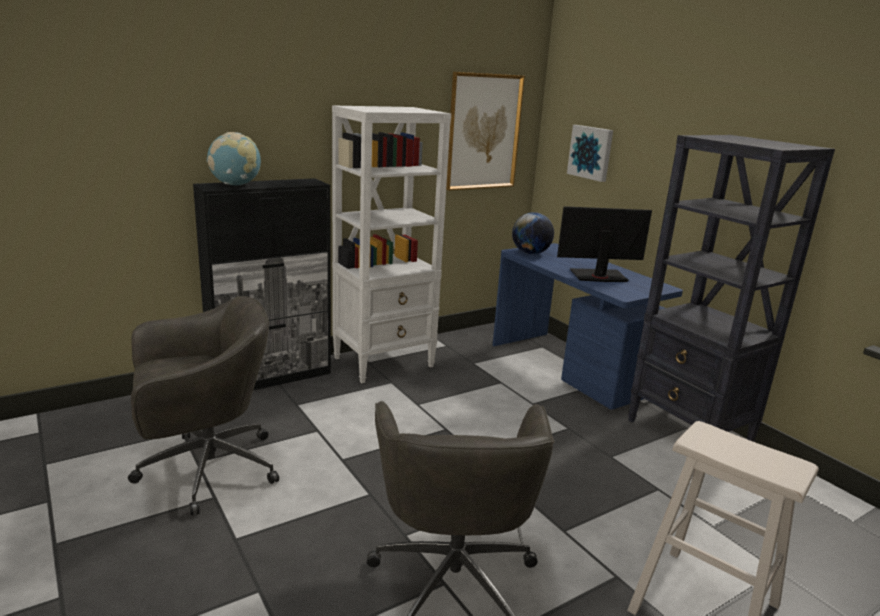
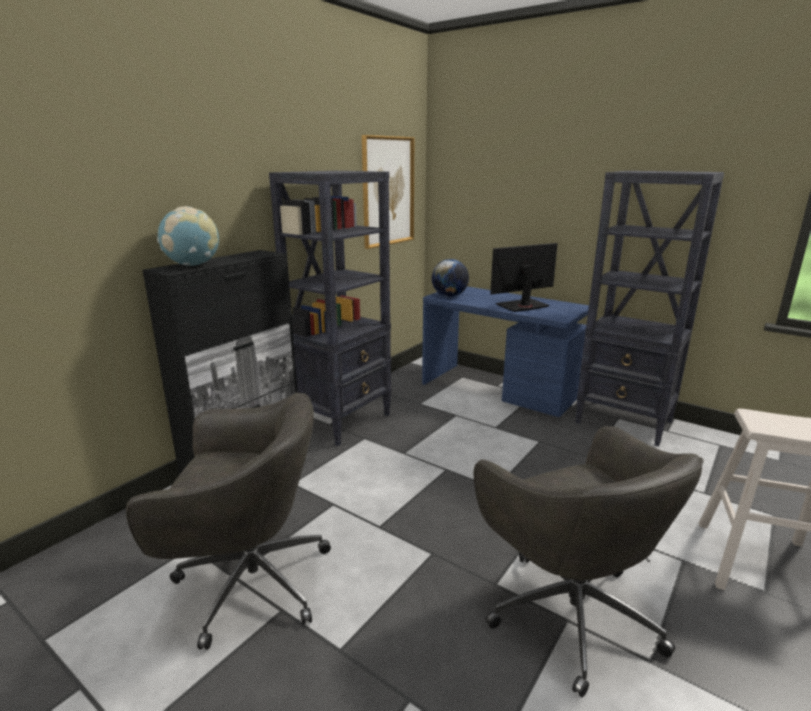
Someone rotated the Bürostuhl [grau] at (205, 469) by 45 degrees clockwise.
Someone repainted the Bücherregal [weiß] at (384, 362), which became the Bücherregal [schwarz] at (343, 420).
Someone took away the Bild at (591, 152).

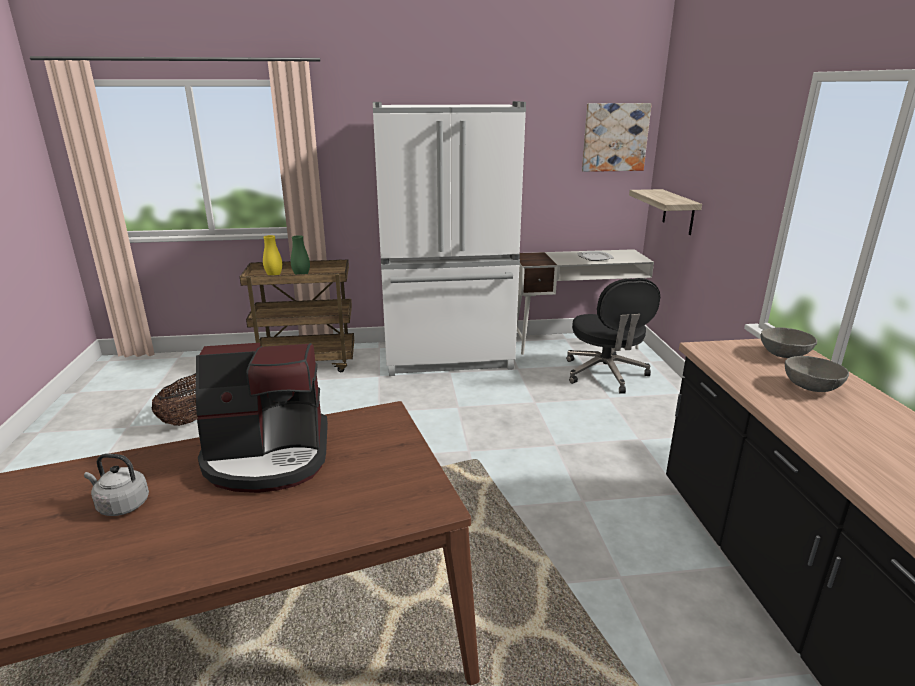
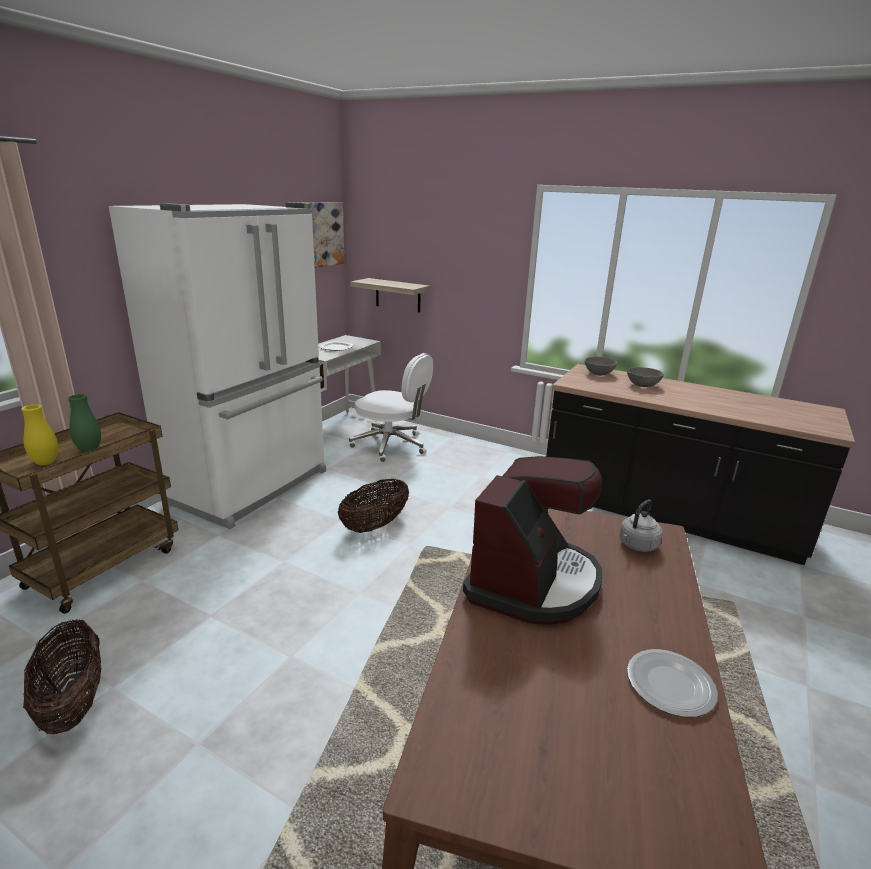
Someone put down the Korb at (375, 525).
Someone repainted the Bürostuhl [schwarz] at (605, 374), which became the Bürostuhl [weiß] at (391, 445).
Someone carried the Wasserkessel [grau] from (121, 505) to (637, 545).
Someone put down the Teller at (669, 684).

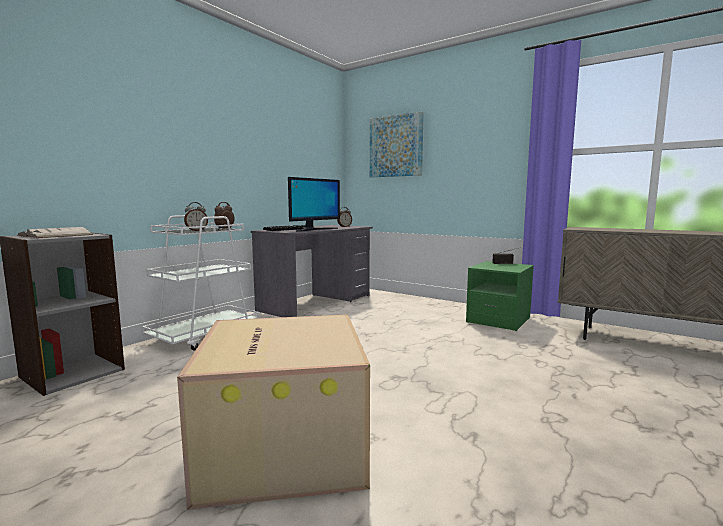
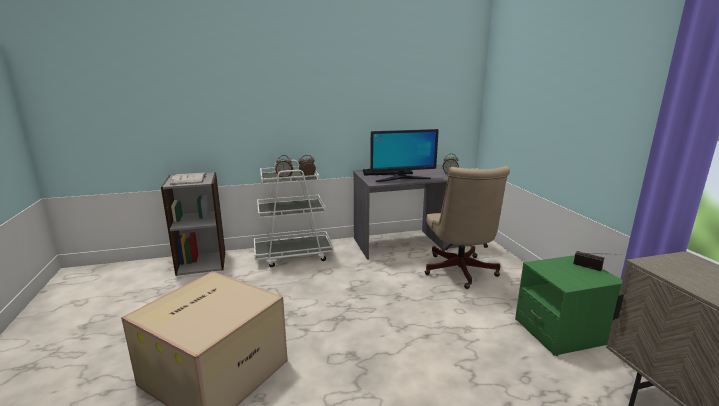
Someone put down the Bürostuhl [beige] at (460, 272).
Someone took away the Bild at (396, 146).

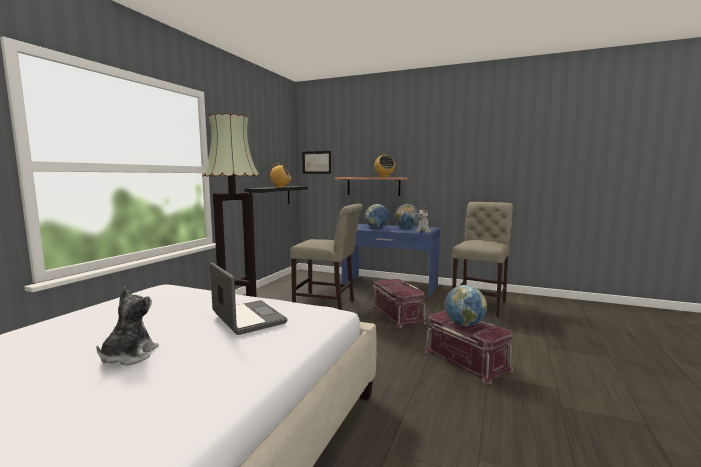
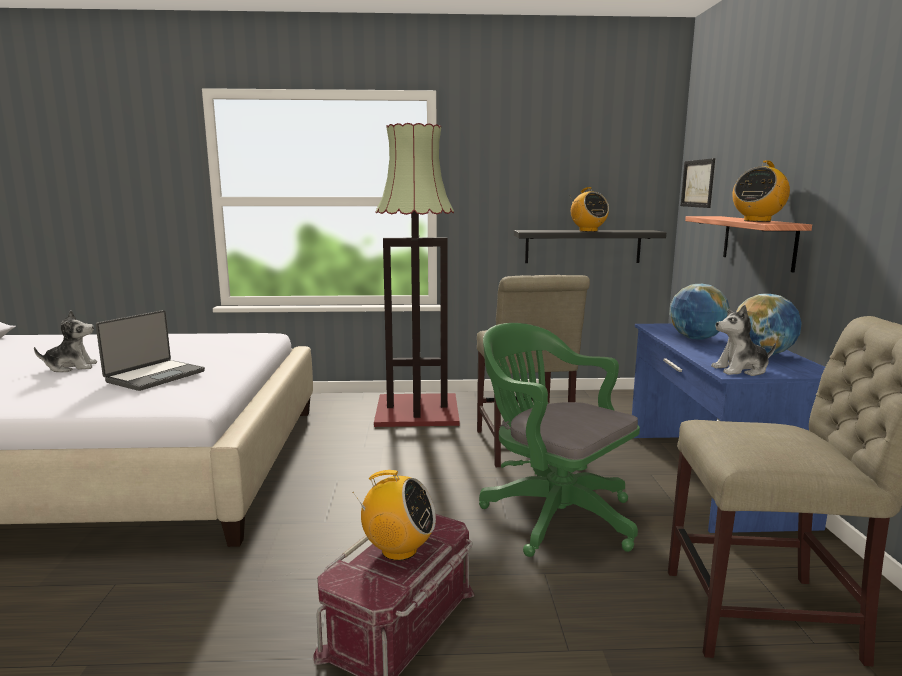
Someone swapped the Globus at (464, 324) for the Radio at (398, 550).
Someone swapped the Aufbewahrungsbox [rot] at (397, 314) for the Bürostuhl [grün] at (552, 514).

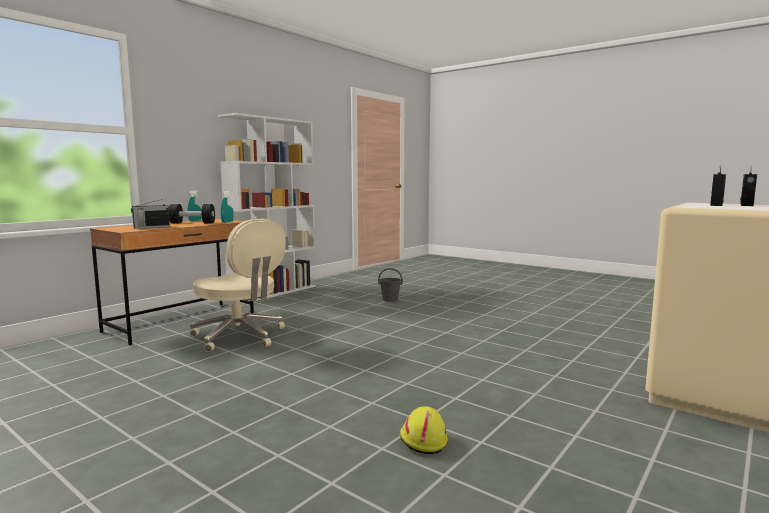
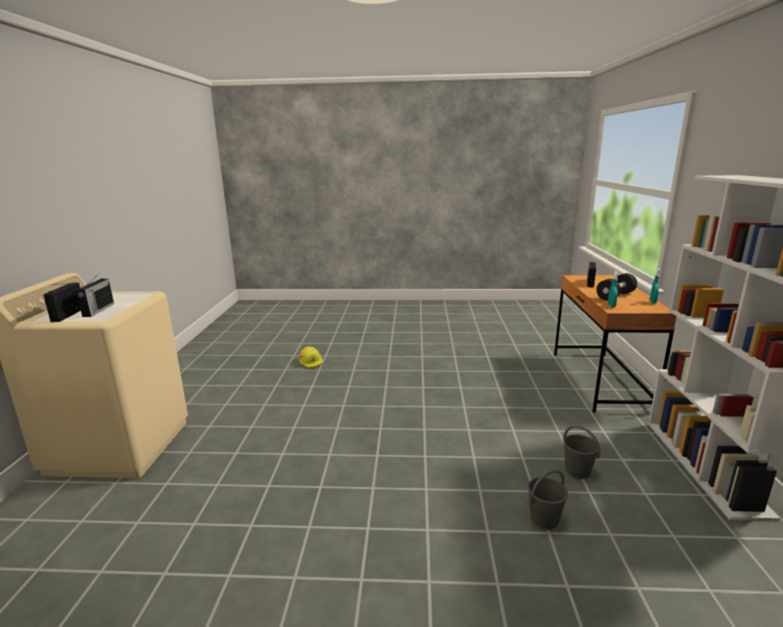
Someone put down the Eimer [grau] at (577, 470).
Someone took away the Bürostuhl [beige] at (240, 336).

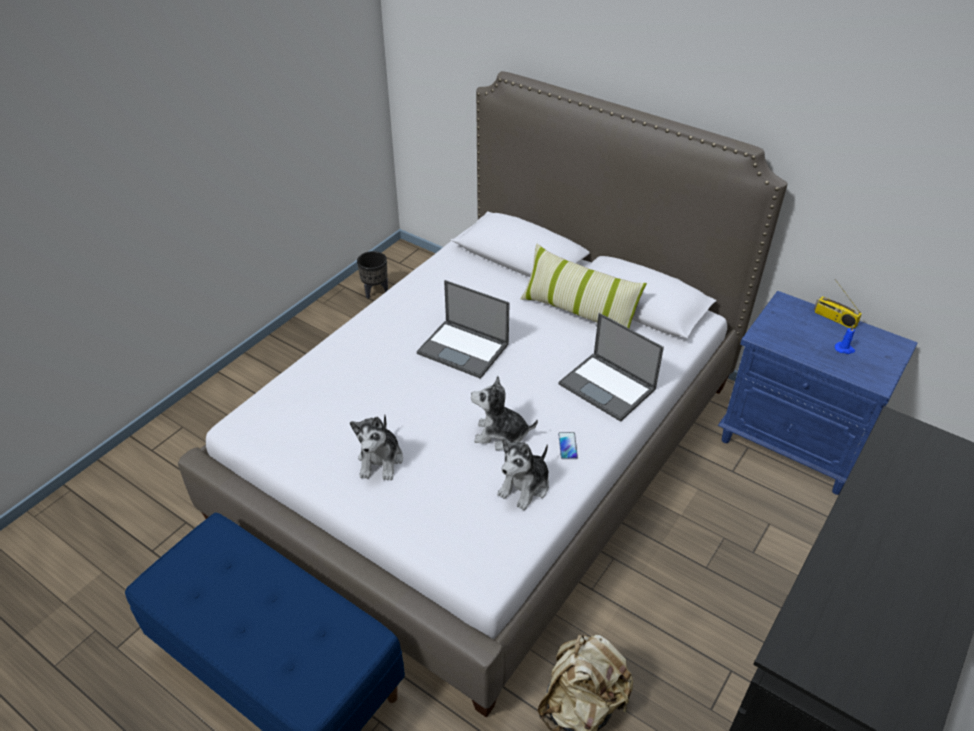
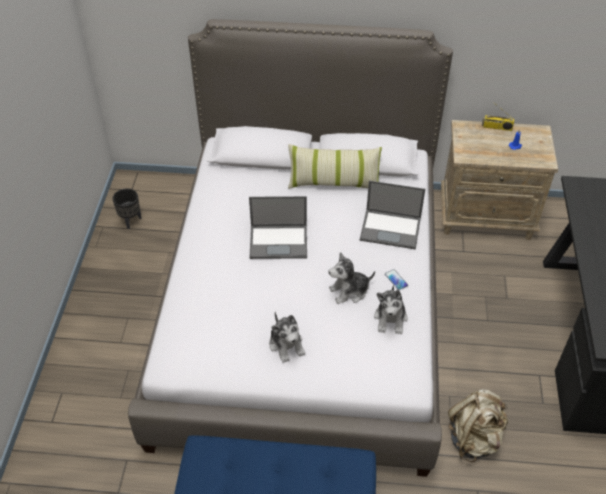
Someone repainted the Nachttisch [blau] at (794, 443), which became the Nachttisch [beige] at (486, 217).

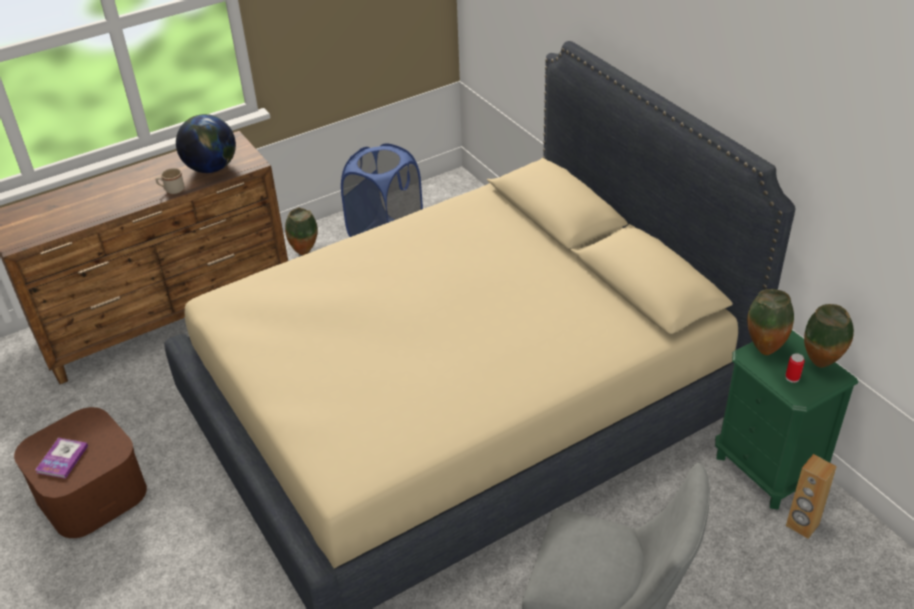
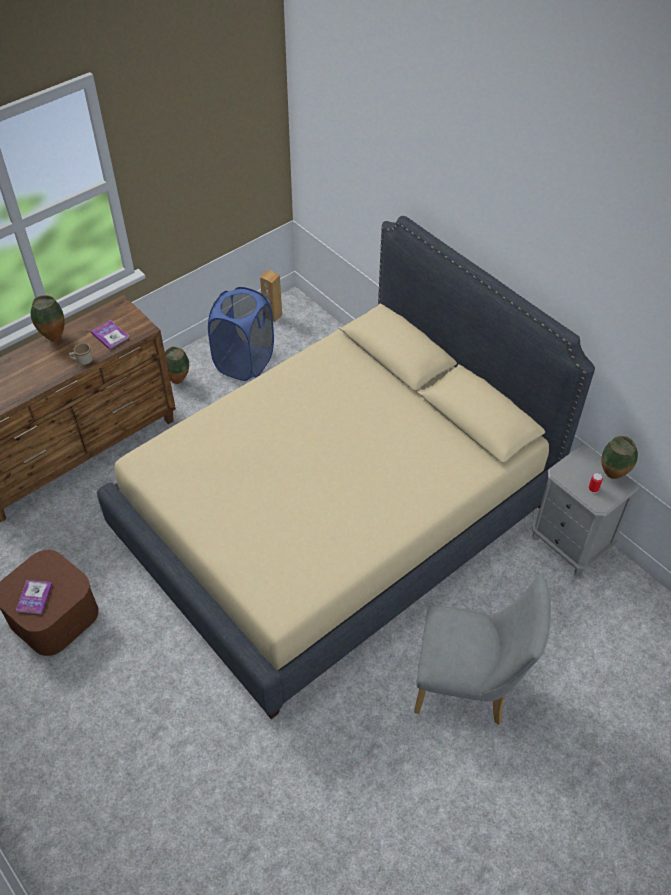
Someone carried the Vase from (763, 350) to (53, 338).
Someone swapped the Globus at (211, 168) for the Buch at (110, 335).
Someone carried the Lautsprecher [braun] from (802, 525) to (272, 316).
Someone repainted the Nachttisch [grün] at (767, 468), which became the Nachttisch [grau] at (570, 544).

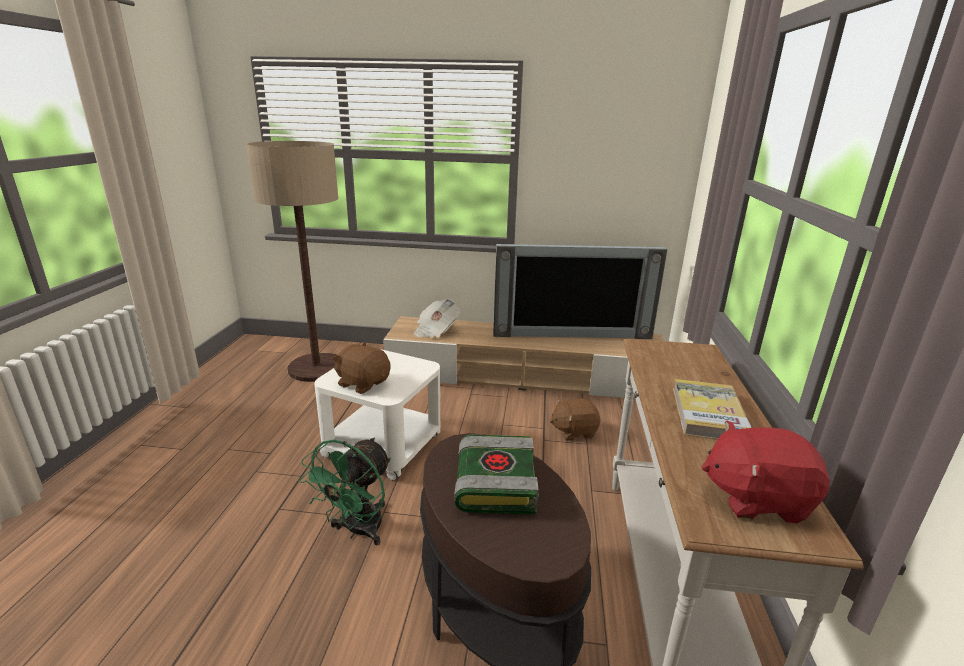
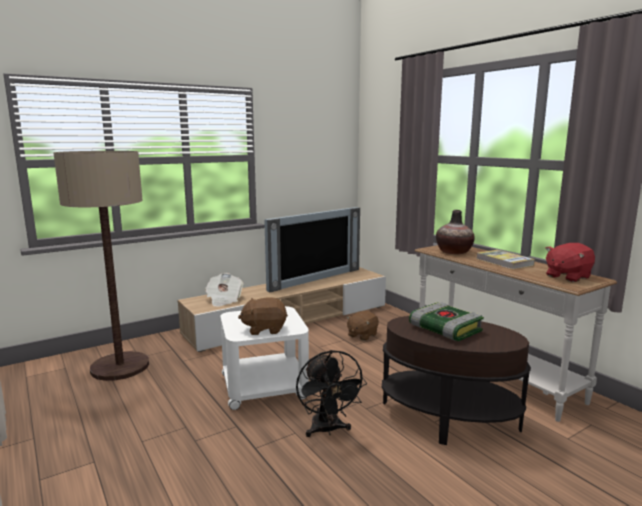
Someone repainted the Ventilator [grün] at (357, 531), which became the Ventilator [schwarz] at (327, 430).
Someone put down the Vase at (453, 252).

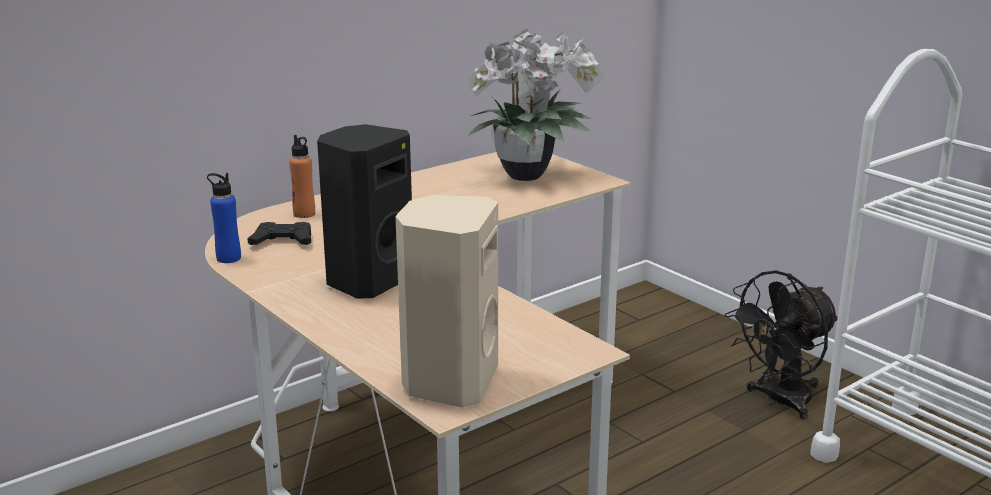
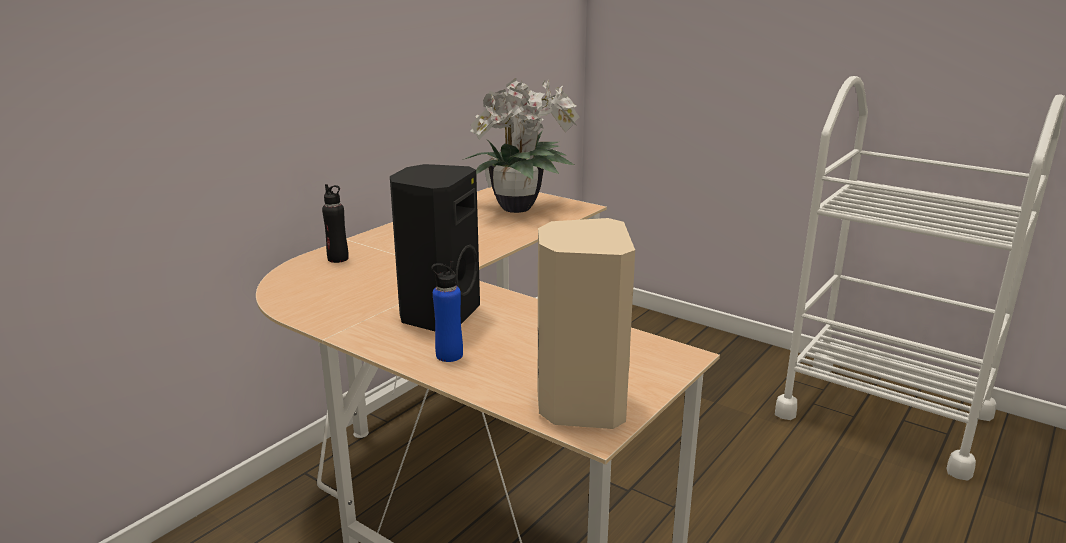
Someone repainted the Flasche [orange] at (304, 214), which became the Flasche [schwarz] at (338, 259).
Someone carried the Flasche [blau] from (228, 258) to (449, 355).
Someone took away the Gamepad [schwarz] at (283, 241).
Someone took away the Ventilator [schwarz] at (779, 401).

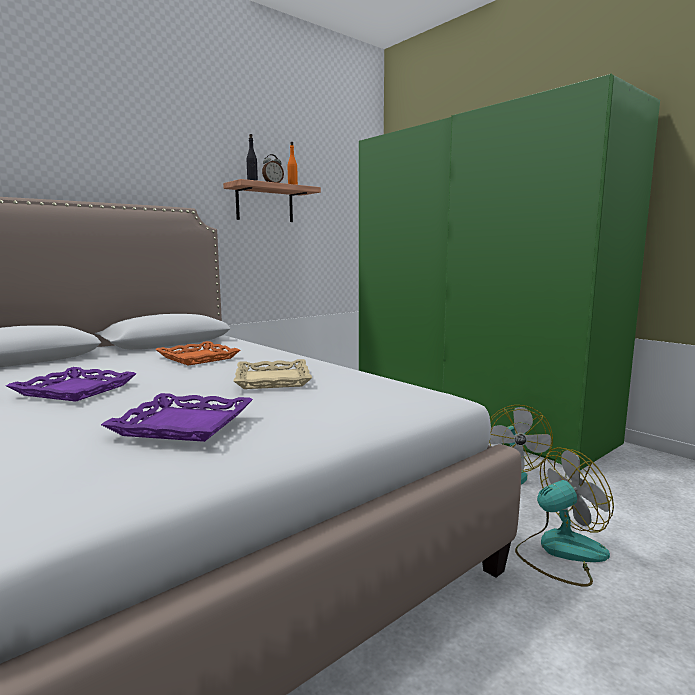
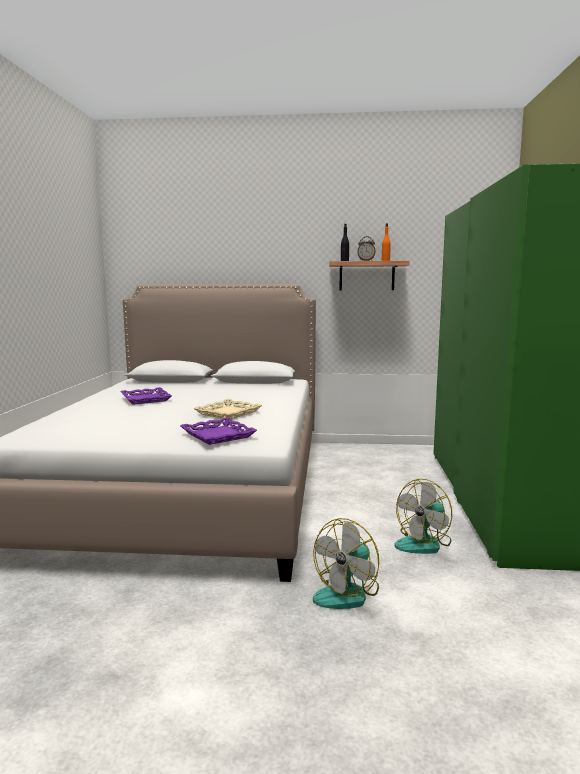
Someone carried the Tablett [lila] from (184, 424) to (218, 435).
Someone rotated the Ventilator at (560, 552) by 105 degrees clockwise.
Someone took away the Tablett [orange] at (198, 358).

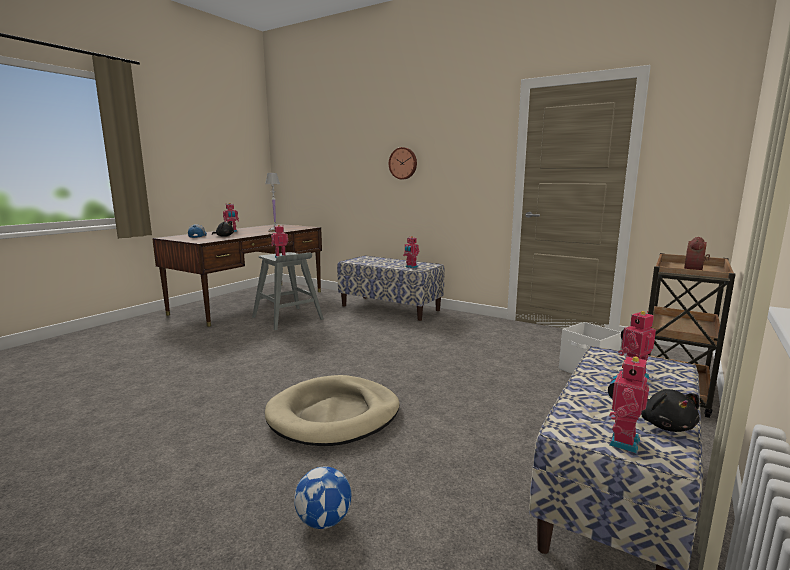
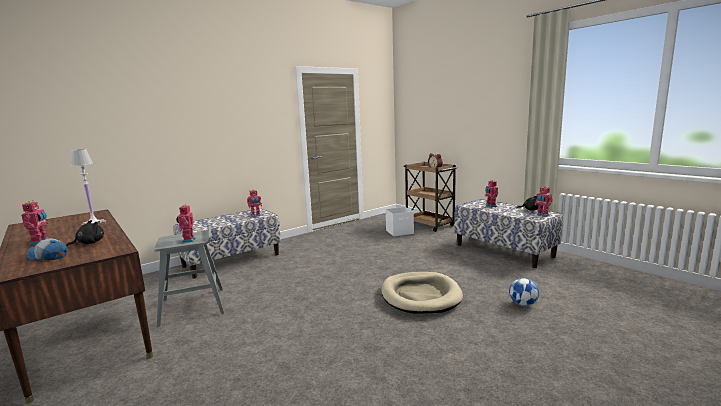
Someone took away the Wanduhr at (403, 163).

